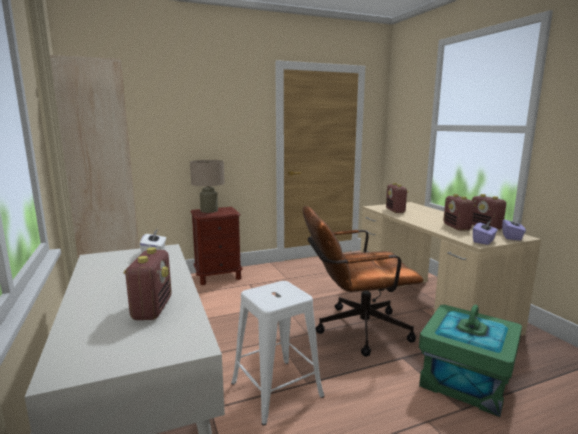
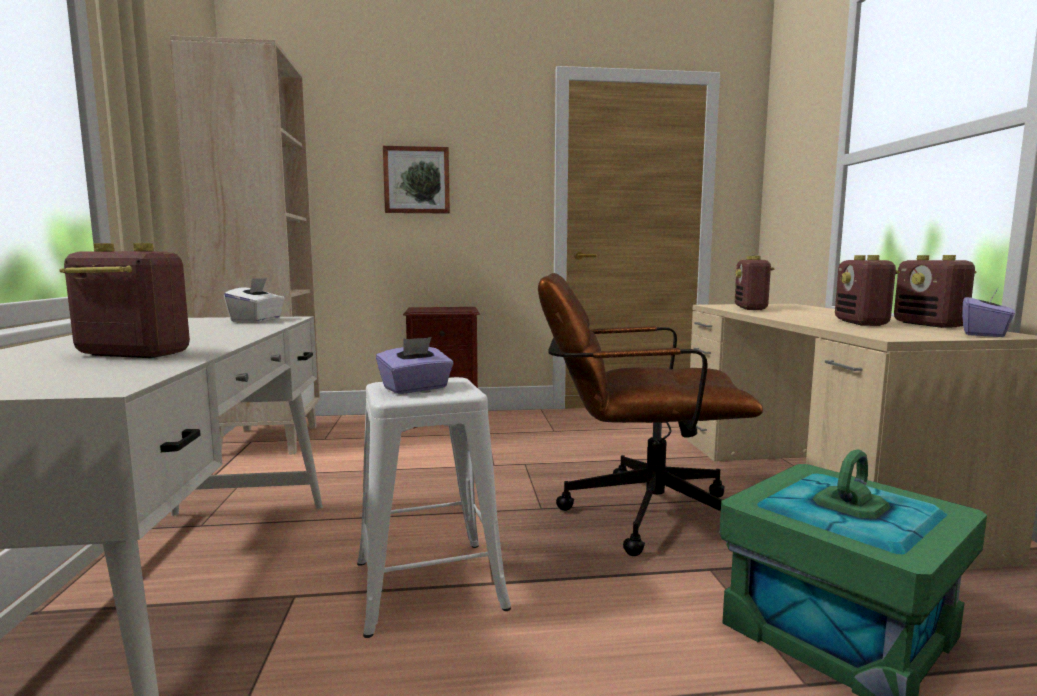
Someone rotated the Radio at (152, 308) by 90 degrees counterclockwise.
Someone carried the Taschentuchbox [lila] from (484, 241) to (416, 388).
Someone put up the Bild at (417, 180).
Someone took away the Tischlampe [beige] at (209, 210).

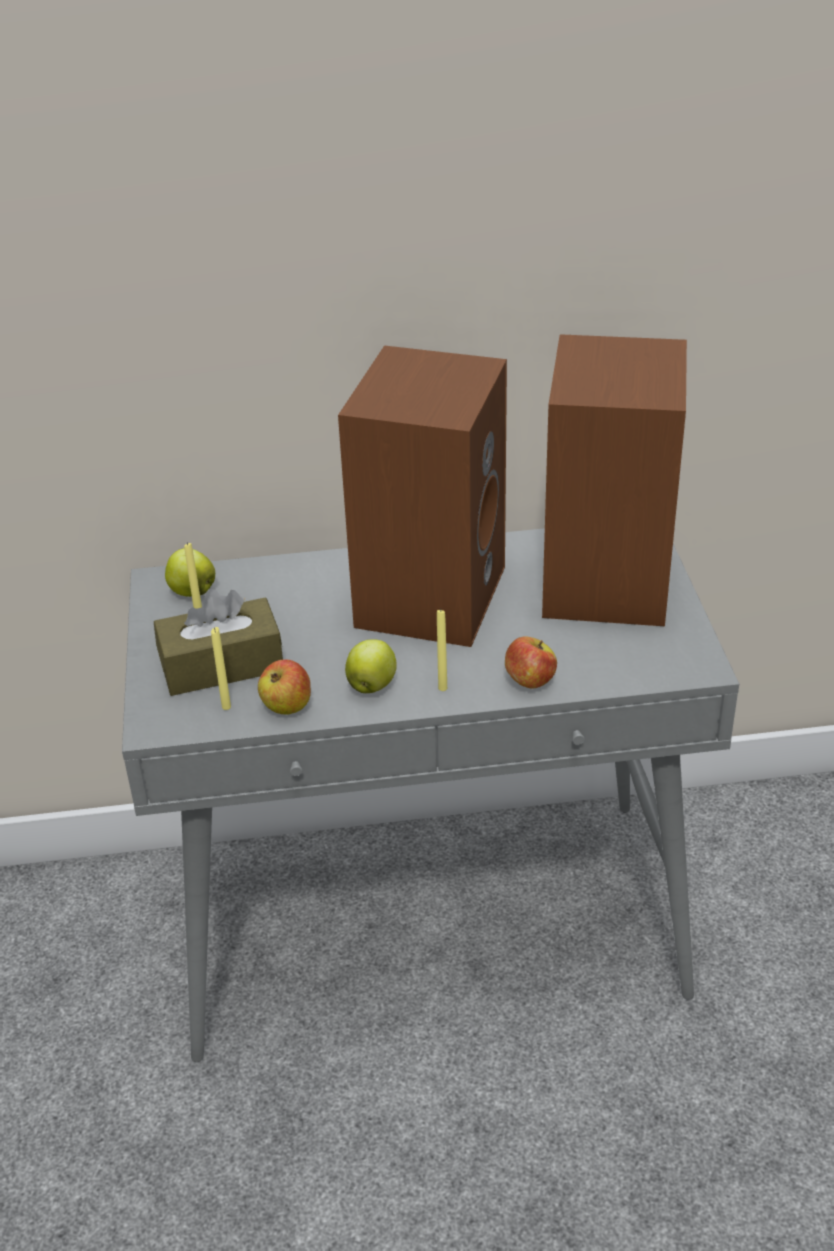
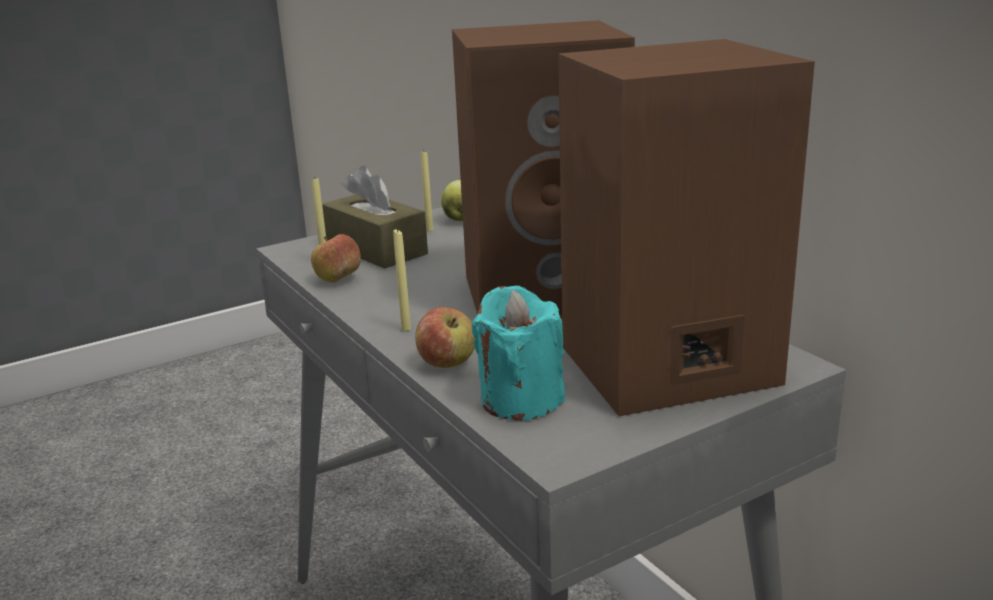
Someone put down the Kerze [türkis] at (520, 400).
Someone took away the Apfel at (372, 685).

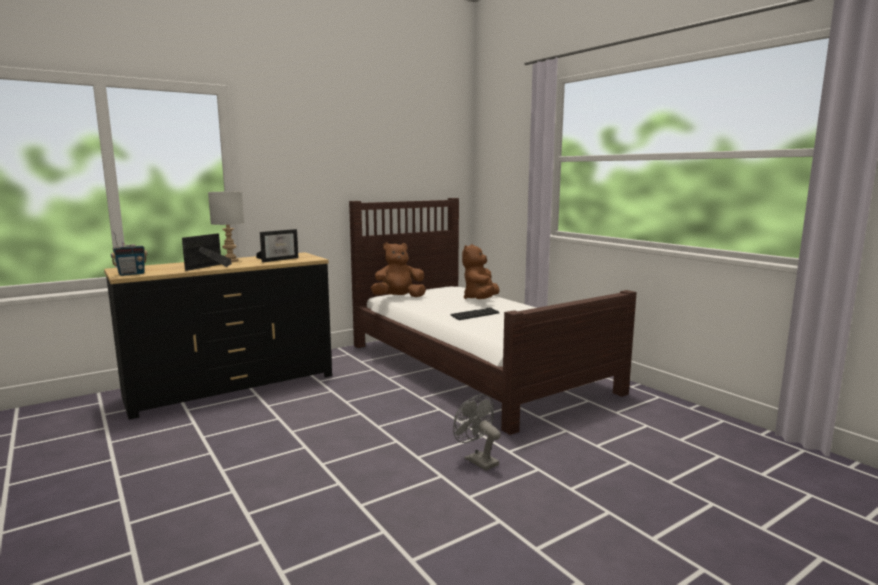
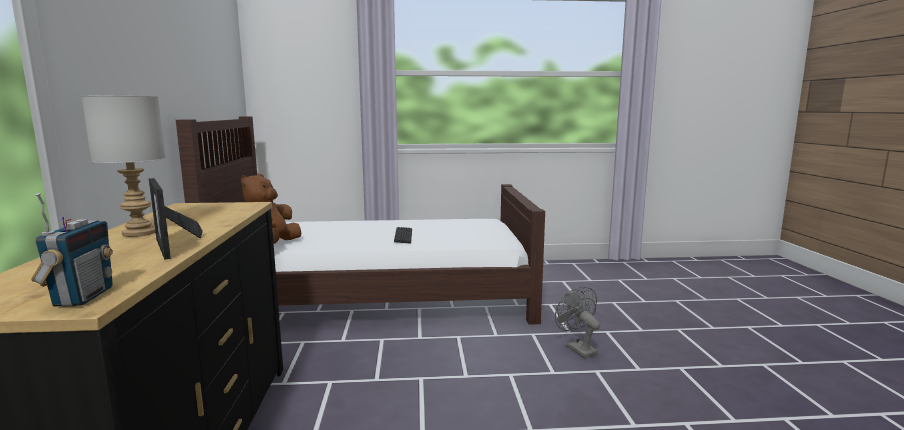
Someone rotated the Ventilator [grau] at (477, 460) by 75 degrees clockwise.
Someone took away the Bilderrahmen at (279, 259).
Someone took away the Plüschtier [braun] at (480, 299).

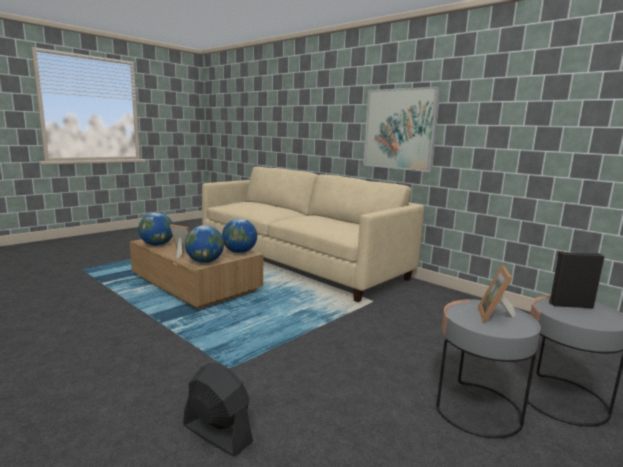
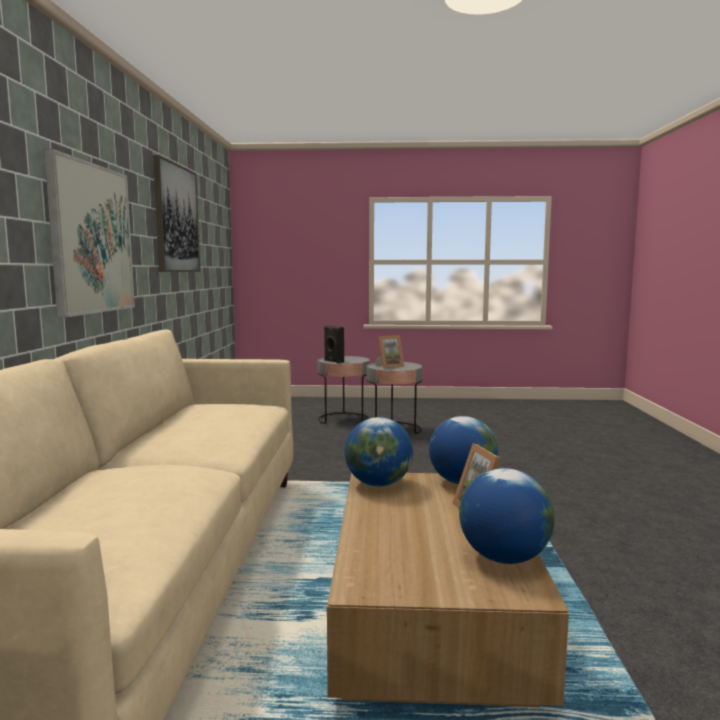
Someone put up the Bild at (176, 219).
Someone took away the Ventilator [schwarz] at (217, 433).

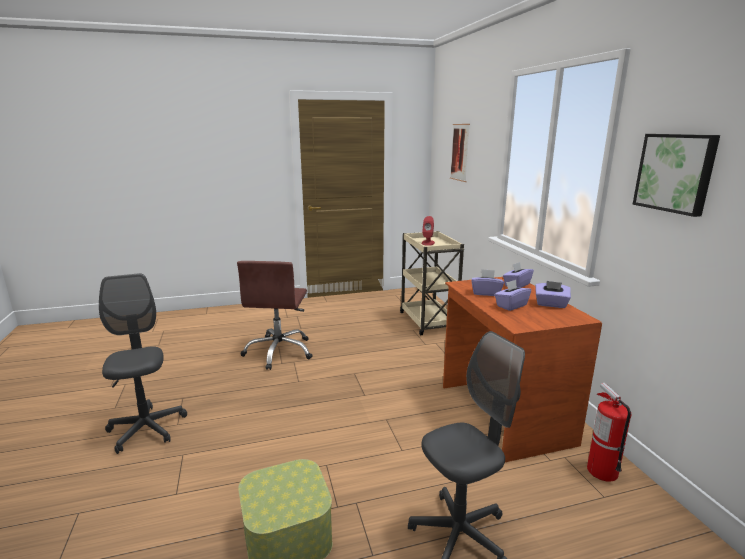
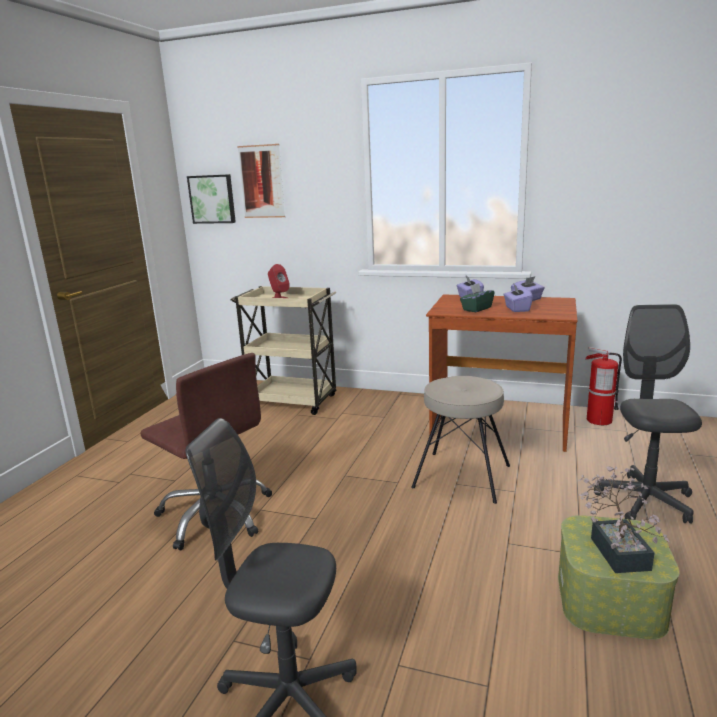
Someone carried the Bild from (675, 173) to (212, 199).
Someone put down the Hocker [beige] at (462, 477).
Someone repainted the Taschentuchbox [lila] at (486, 293), which became the Taschentuchbox [grün] at (476, 309).
Someone put down the Topfpflanze at (617, 548).

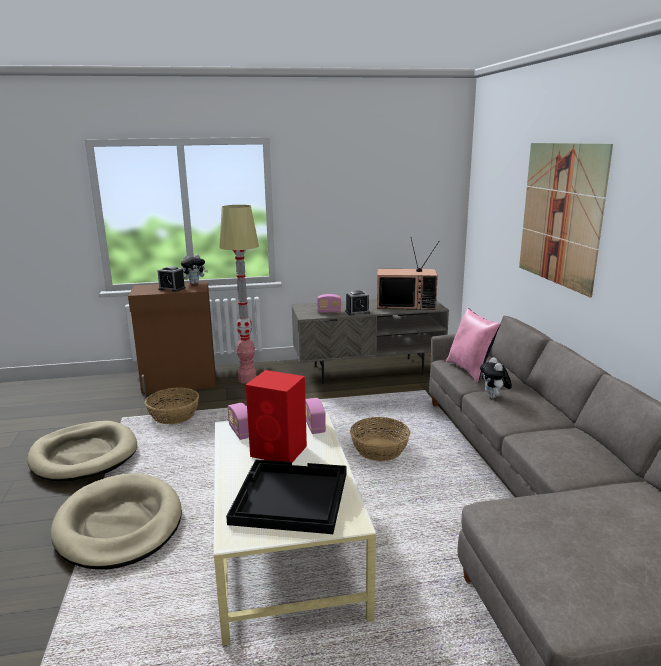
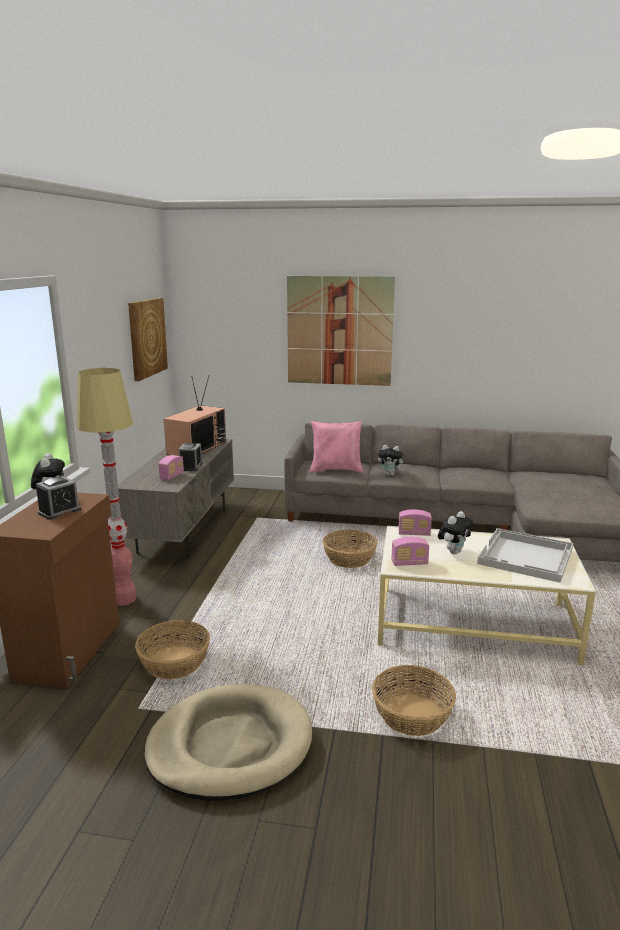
Someone put up the Bild at (147, 338).
Someone swapped the Hundebett [beige] at (119, 525) for the Korb at (412, 714).
Someone swapped the Lautsprecher [rot] at (280, 451) for the Plüschtier at (453, 552).
Someone repainted the Tablett [schwarz] at (289, 498), which became the Tablett [weiß] at (526, 557).

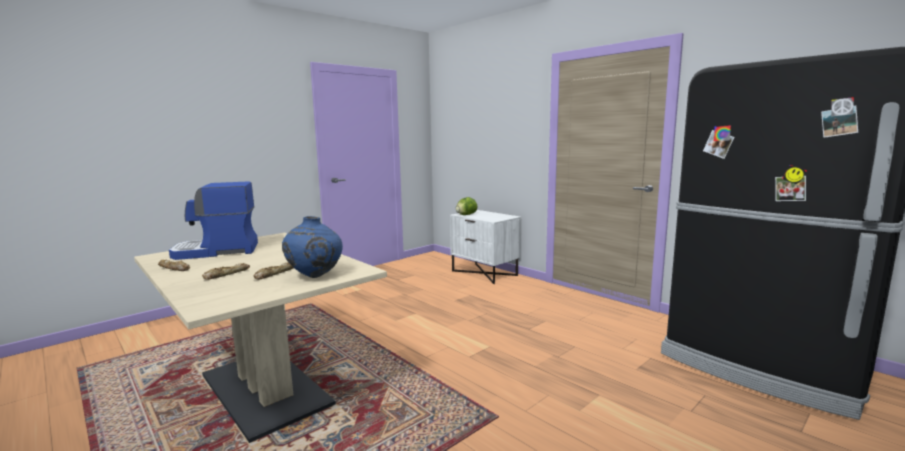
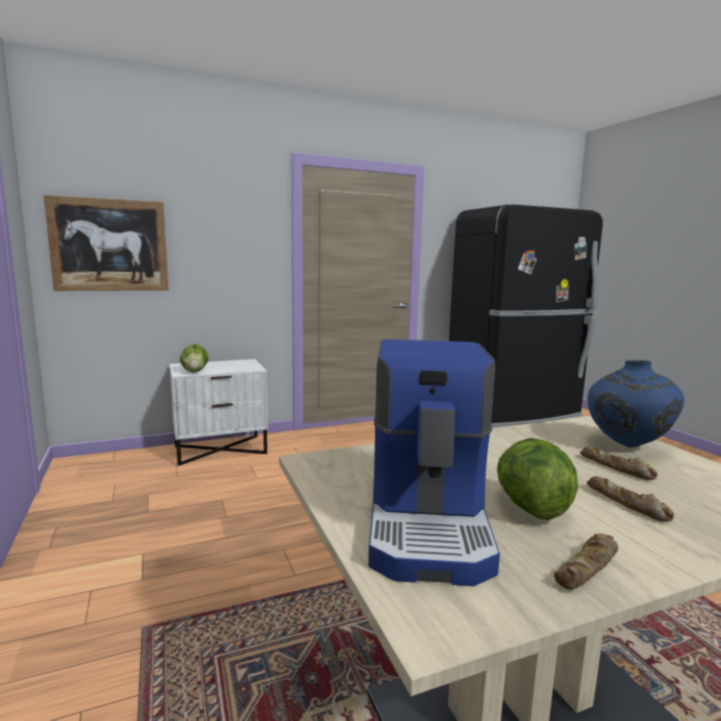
Someone put up the Bild at (110, 245).
Someone put down the Salatkopf at (530, 507).

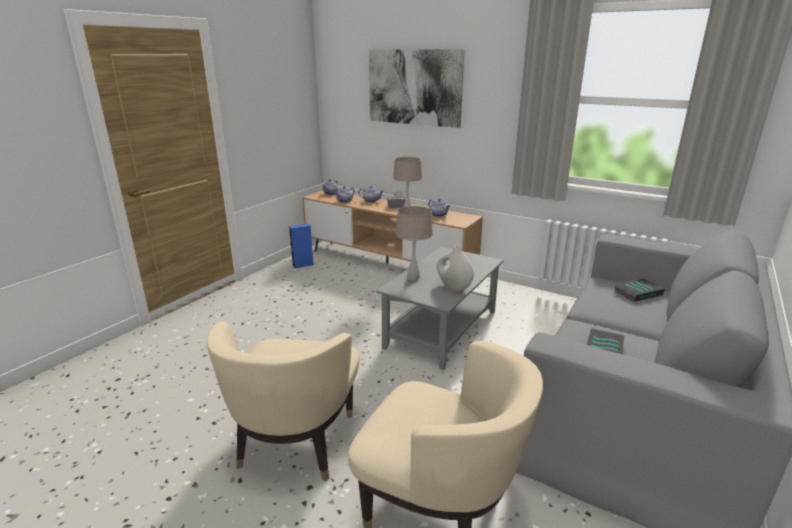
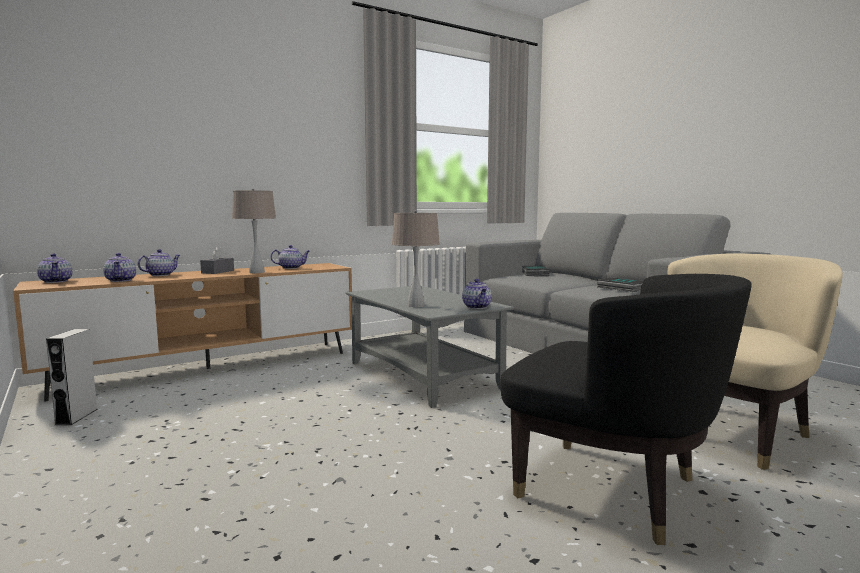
Someone repainted the Lautsprecher [blau] at (303, 265), which became the Lautsprecher [grau] at (76, 416).
Someone put down the Teekanne at (477, 307).
Someone repainted the Sessel [beige] at (296, 442), which became the Sessel [schwarz] at (611, 489).
Someone took away the Bild at (414, 87).
Someone took away the Vase [weiß] at (453, 287).

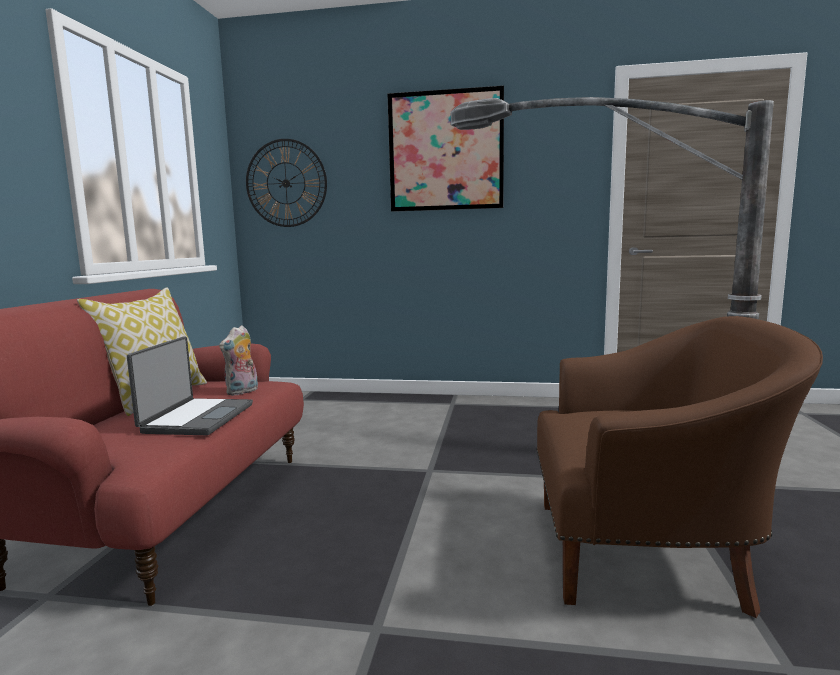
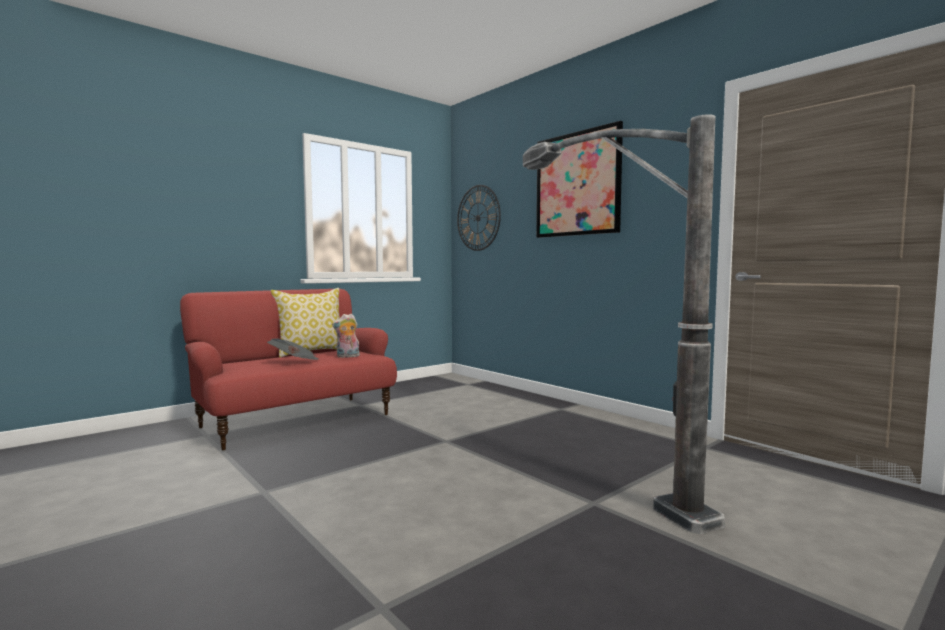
Someone swapped the Laptop at (196, 418) for the Zeitung at (295, 363).
Someone took away the Sessel [braun] at (646, 555).

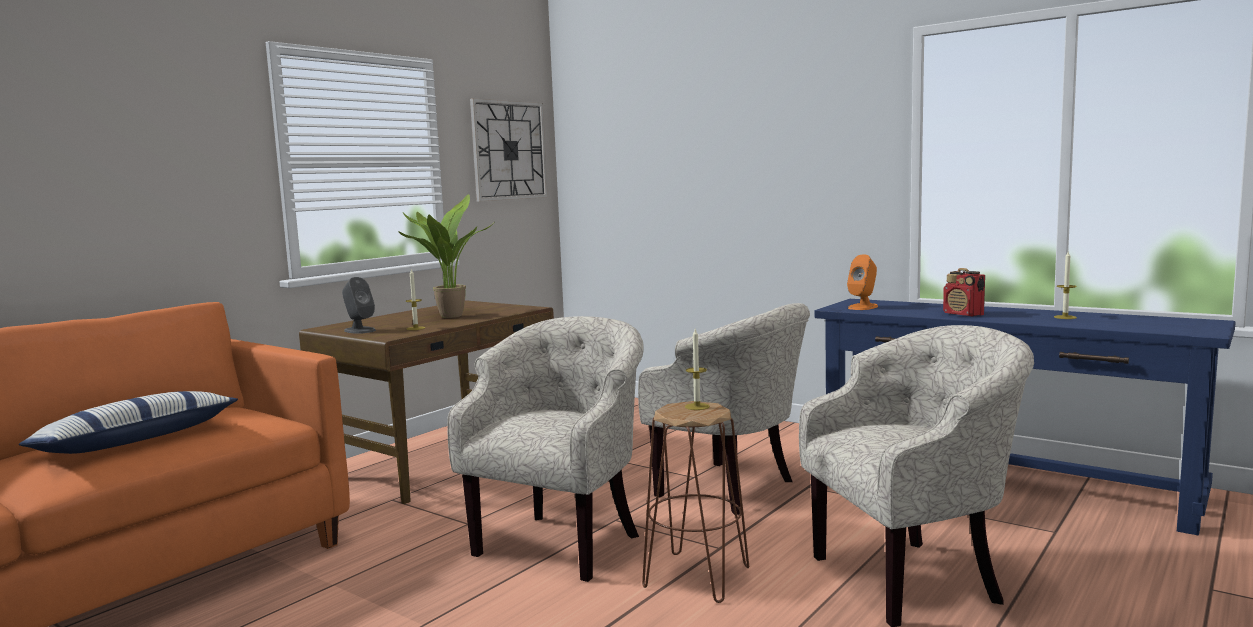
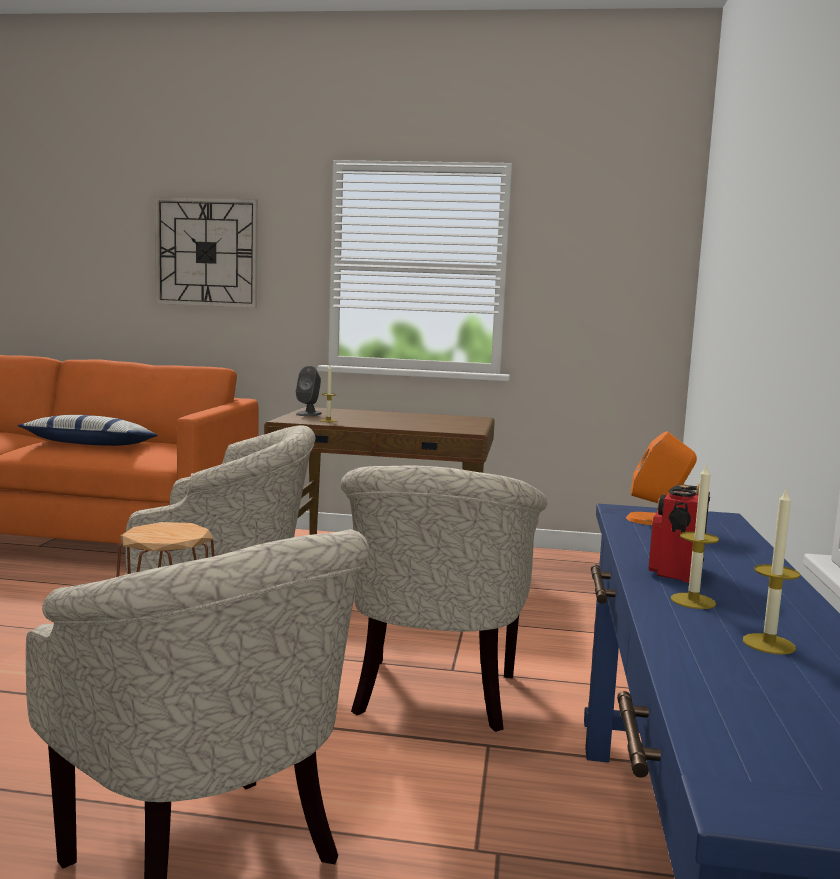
Someone carried the Wanduhr from (509, 150) to (206, 252).
Someone carried the Kerze from (697, 406) to (693, 601).
Someone took away the Topfpflanze at (449, 316).

